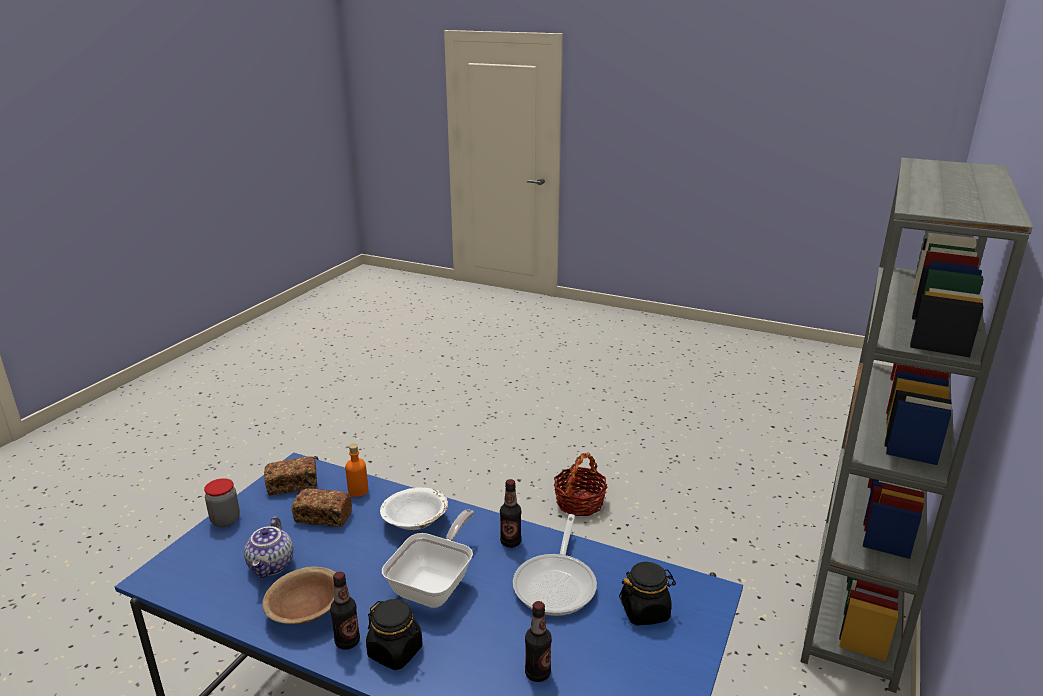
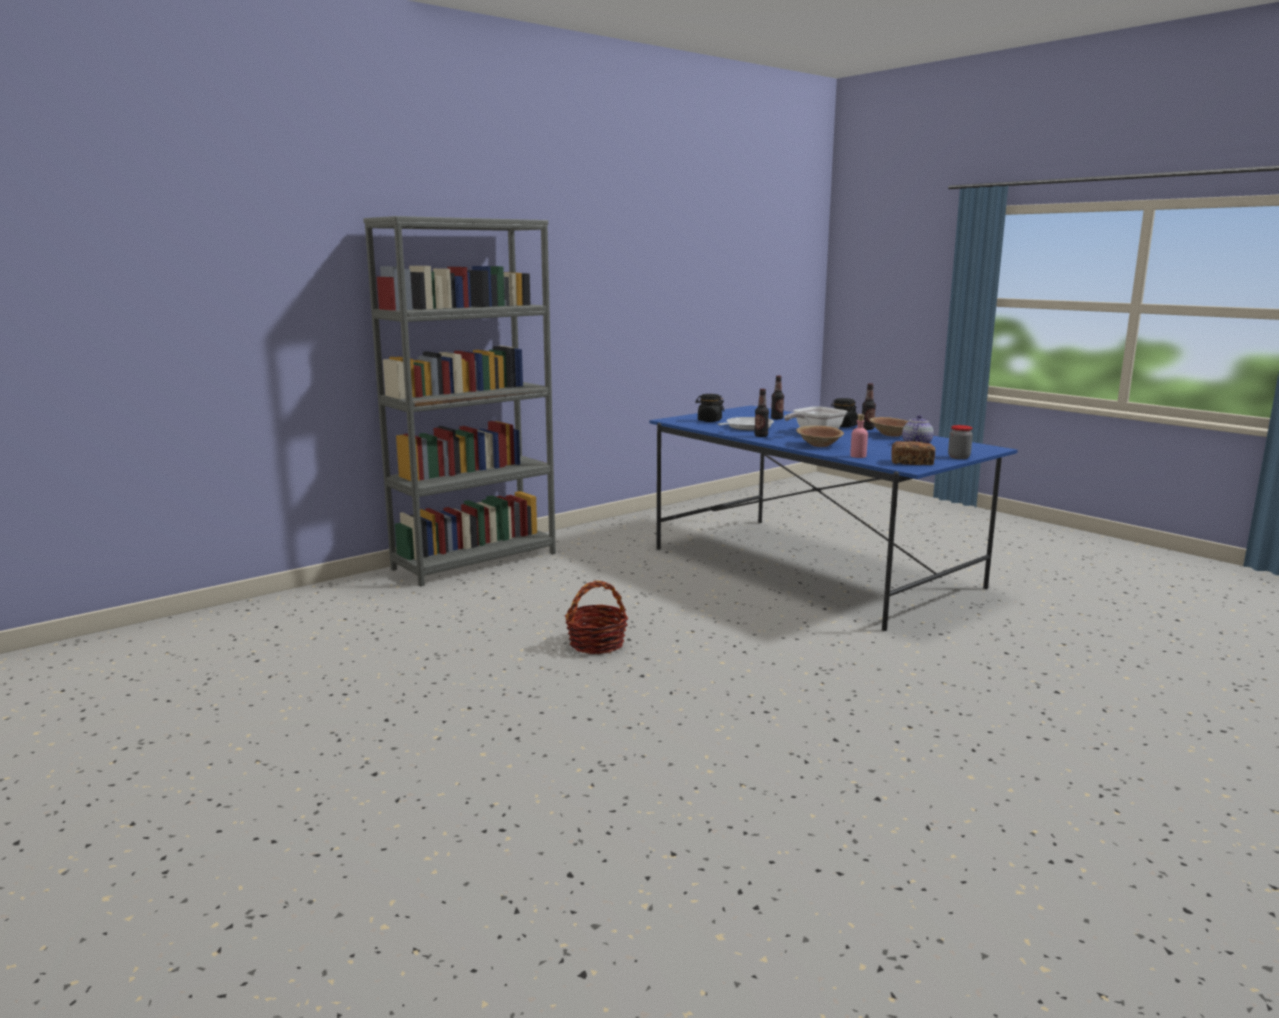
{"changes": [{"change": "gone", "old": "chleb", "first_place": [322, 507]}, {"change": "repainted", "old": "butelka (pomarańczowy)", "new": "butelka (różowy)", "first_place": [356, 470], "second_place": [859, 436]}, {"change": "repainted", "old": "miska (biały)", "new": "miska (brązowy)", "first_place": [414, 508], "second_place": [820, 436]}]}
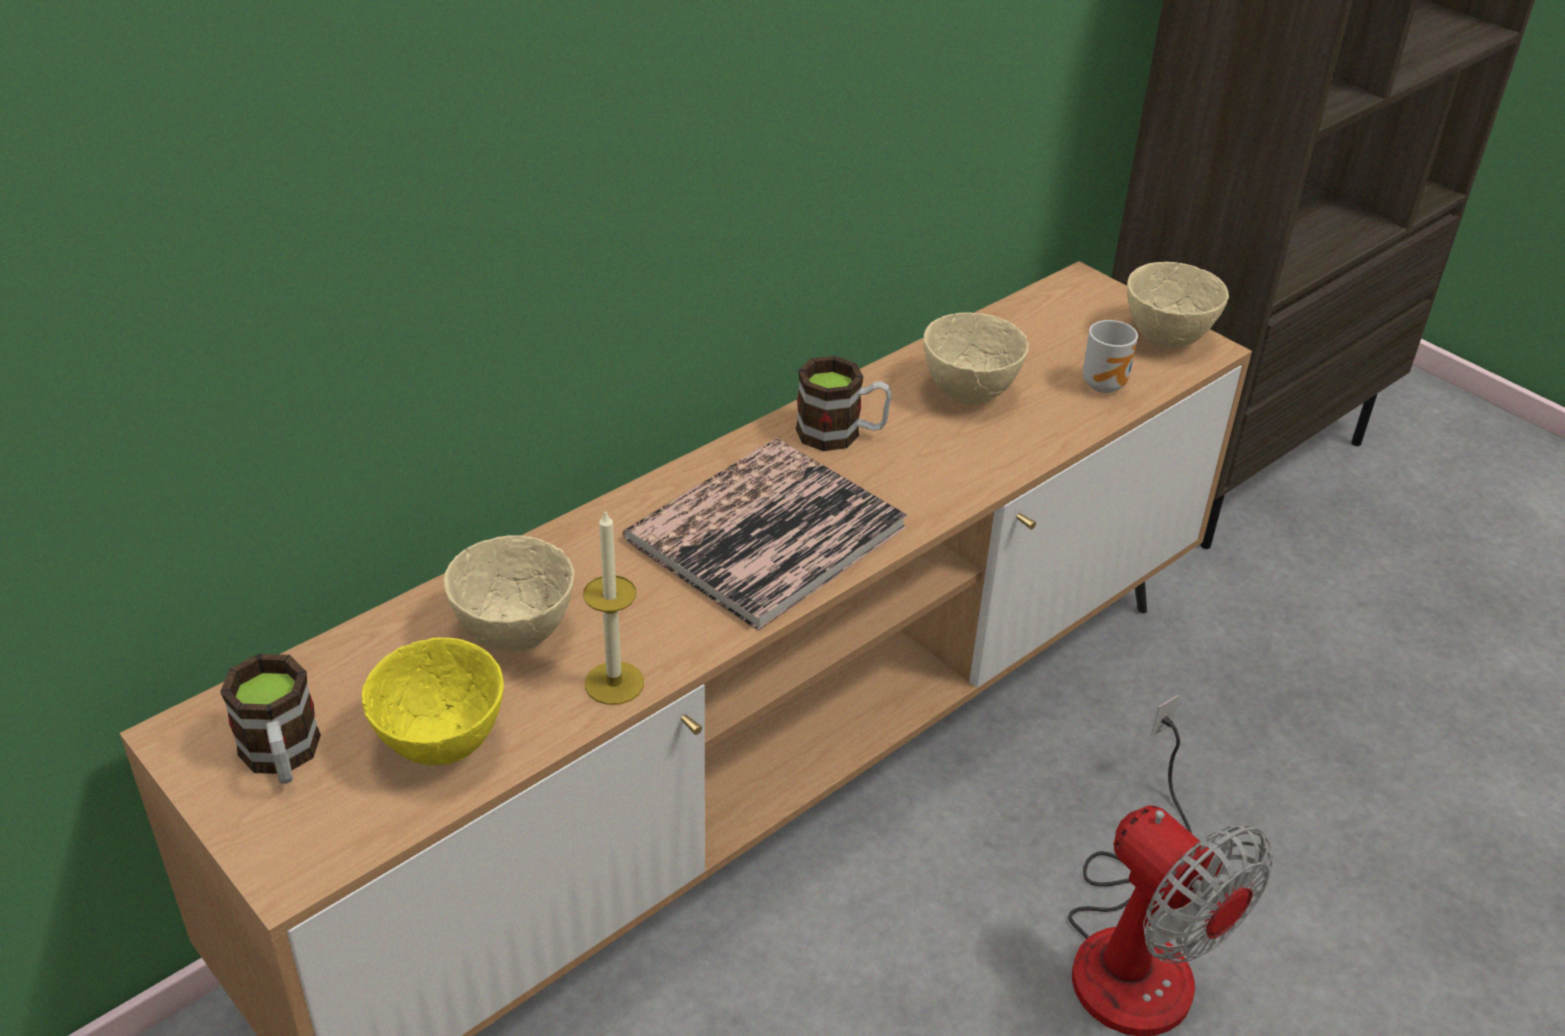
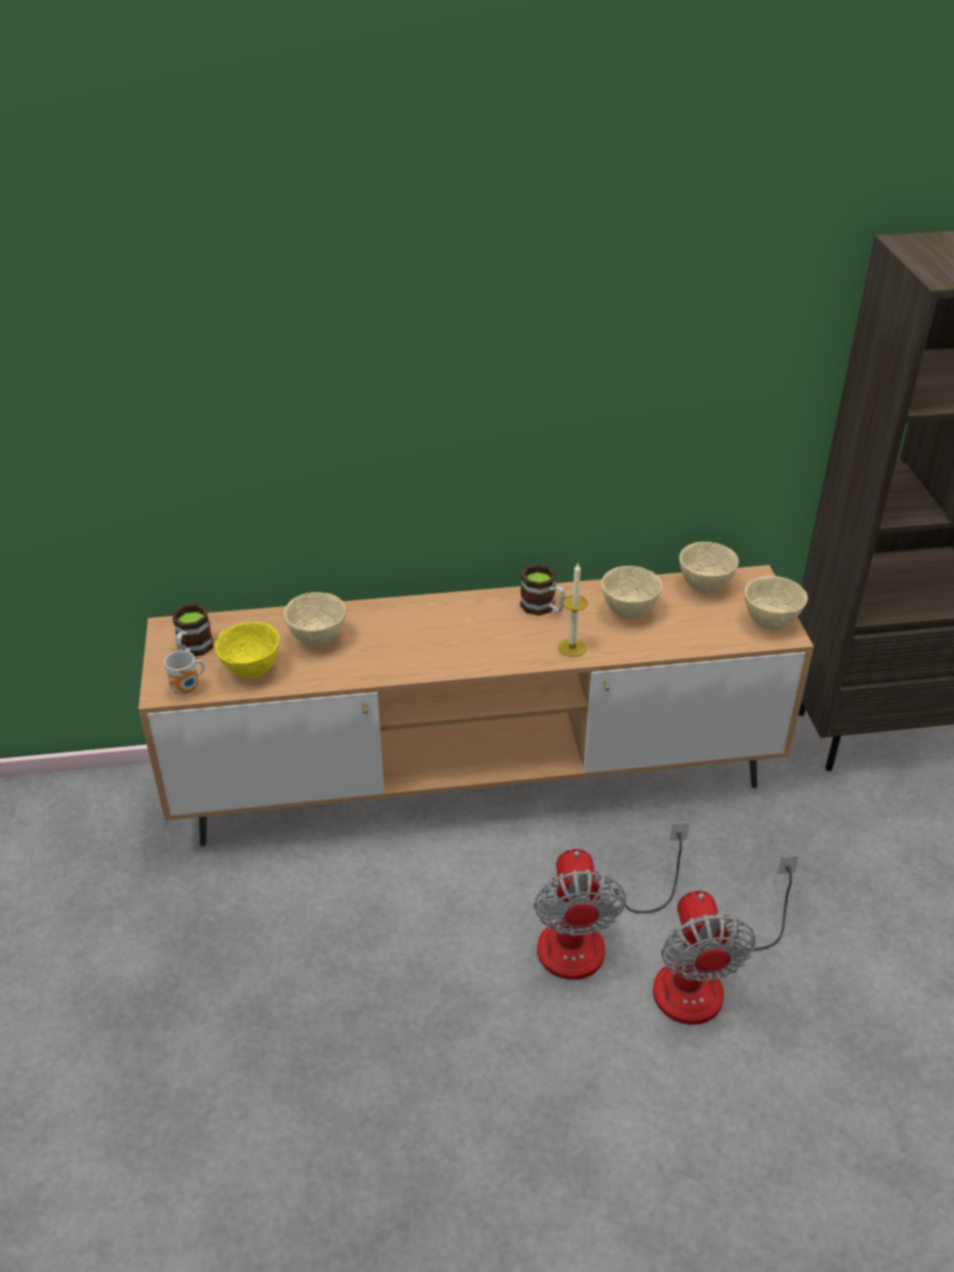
{"changes": [{"change": "gone", "old": "książka", "first_place": [765, 534]}, {"change": "new", "new": "wentylator", "second_place": [726, 940]}, {"change": "new", "new": "miska (beżowy)", "second_place": [709, 567]}, {"change": "shifted", "old": "świeca", "first_place": [613, 607], "second_place": [573, 610]}, {"change": "shifted", "old": "kubek", "first_place": [1110, 356], "second_place": [184, 673]}]}
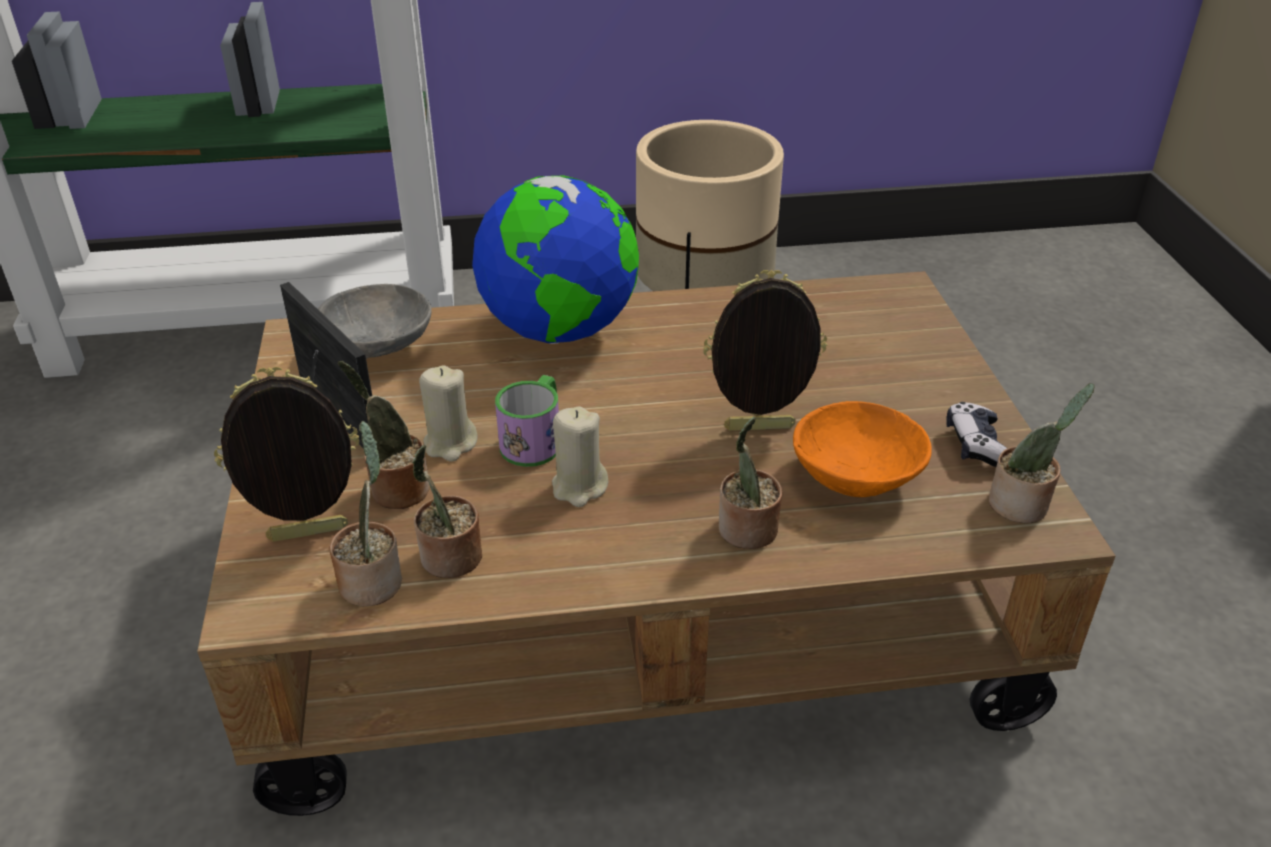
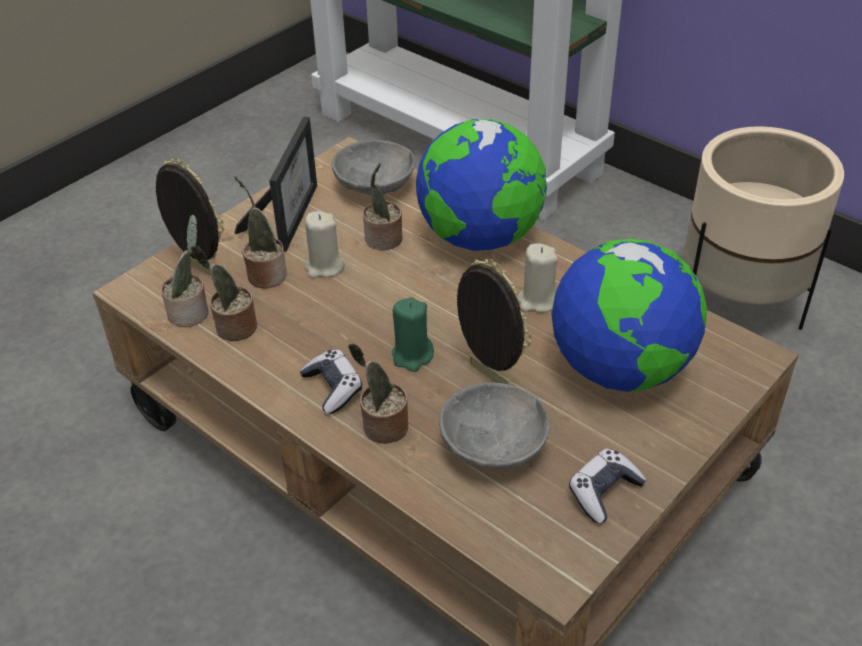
{"changes": [{"change": "gone", "old": "kubek", "first_place": [527, 421]}, {"change": "new", "new": "pad do gier", "second_place": [331, 382]}, {"change": "new", "new": "świeca (zielony)", "second_place": [413, 334]}, {"change": "new", "new": "globus", "second_place": [629, 315]}, {"change": "shifted", "old": "świeca (beżowy)", "first_place": [580, 456], "second_place": [537, 278]}, {"change": "shifted", "old": "roślina doniczkowa", "first_place": [1042, 453], "second_place": [382, 206]}, {"change": "repainted", "old": "miska (pomarańczowy)", "new": "miska (szary)", "first_place": [862, 449], "second_place": [494, 425]}]}
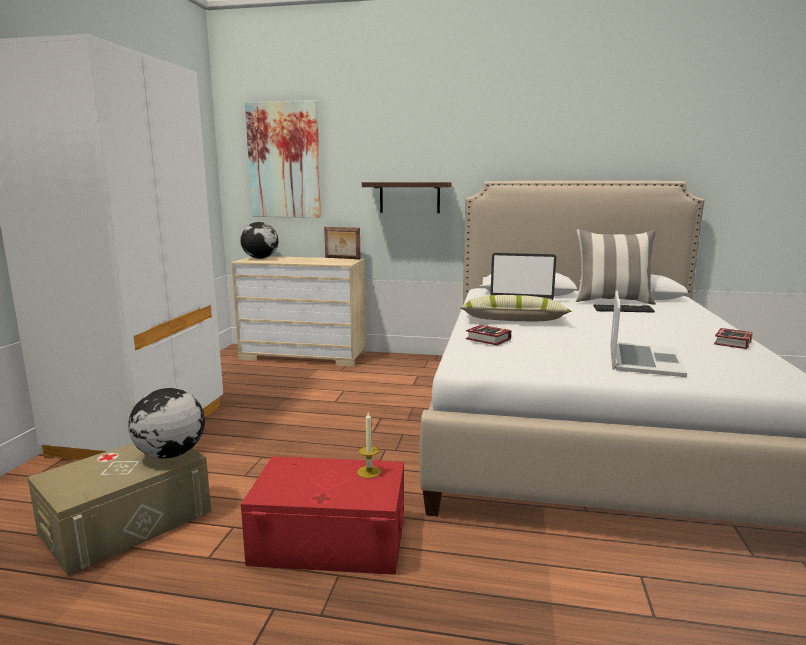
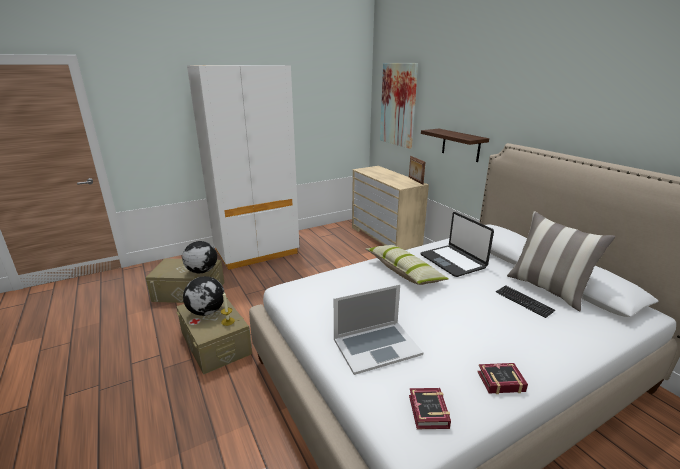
{"changes": [{"change": "shifted", "old": "globus", "first_place": [259, 240], "second_place": [204, 296]}, {"change": "shifted", "old": "książka", "first_place": [488, 335], "second_place": [430, 408]}, {"change": "repainted", "old": "pojemnik do przechowywania (czerwony)", "new": "pojemnik do przechowywania (beżowy)", "first_place": [322, 515], "second_place": [214, 336]}]}
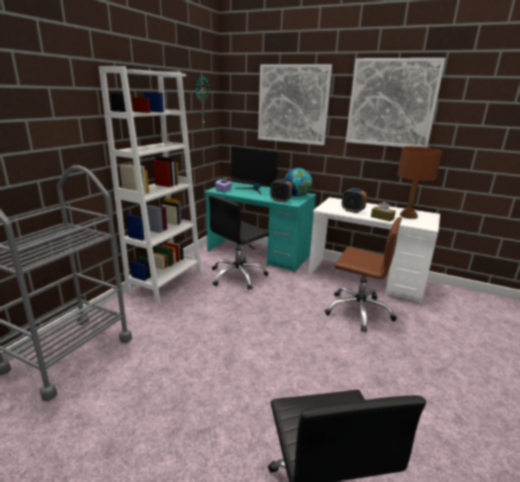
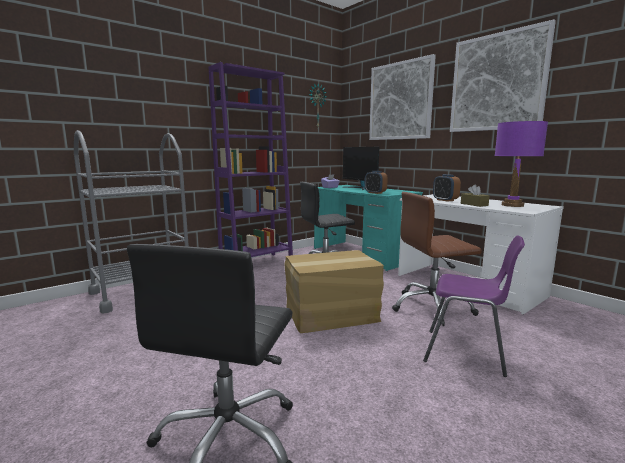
{"changes": [{"change": "gone", "old": "globus", "first_place": [298, 182]}, {"change": "new", "new": "karton", "second_place": [334, 291]}, {"change": "new", "new": "krzesło (fioletowy)", "second_place": [474, 306]}, {"change": "repainted", "old": "regał (biały)", "new": "regał (fioletowy)", "first_place": [150, 185], "second_place": [251, 159]}, {"change": "repainted", "old": "lampa stołowa (brązowy)", "new": "lampa stołowa (fioletowy)", "first_place": [419, 183], "second_place": [521, 164]}, {"change": "rotated", "old": "krzesło biurowe (brązowy)", "first_place": [363, 274], "second_place": [437, 259], "degrees": 120}]}
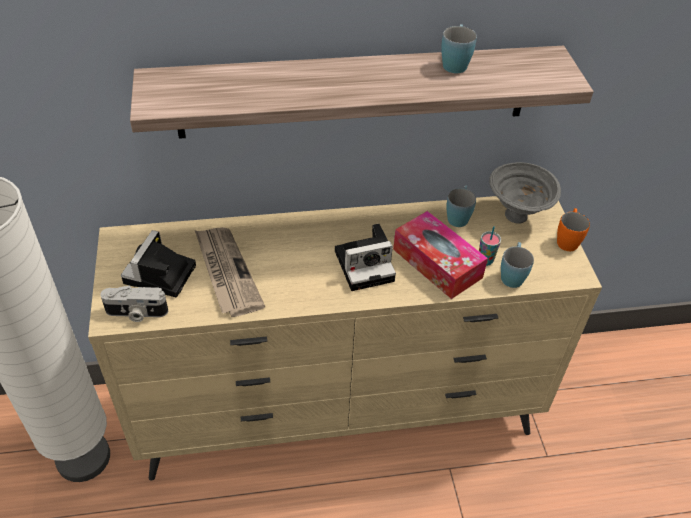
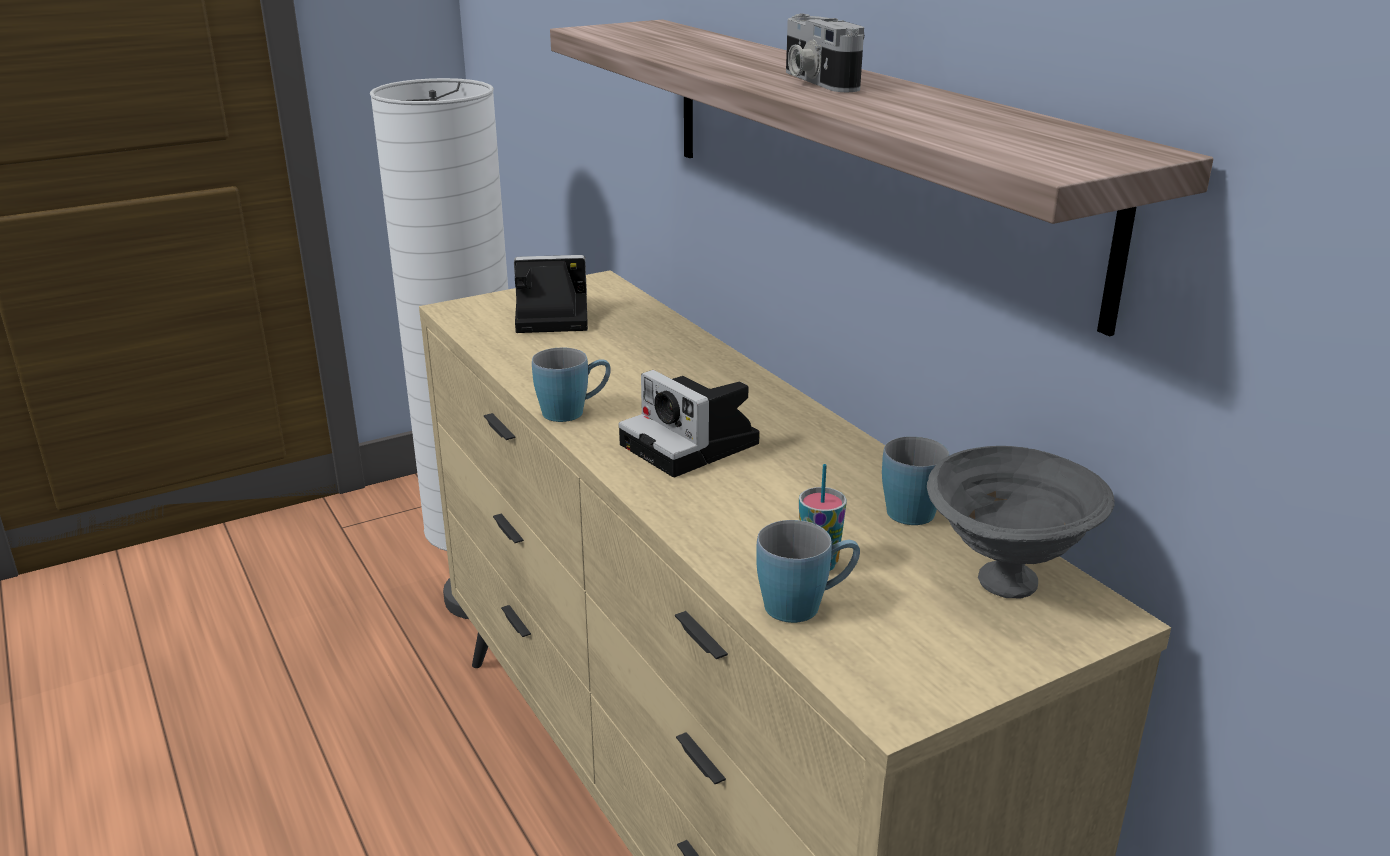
{"changes": [{"change": "gone", "old": "gazeta", "first_place": [230, 272]}, {"change": "gone", "old": "pudełko chusteczek", "first_place": [440, 255]}, {"change": "gone", "old": "kubek (pomarańczowy)", "first_place": [573, 229]}, {"change": "shifted", "old": "aparat fotograficzny", "first_place": [134, 304], "second_place": [825, 52]}, {"change": "shifted", "old": "kubek (niebieski)", "first_place": [459, 48], "second_place": [571, 385]}]}
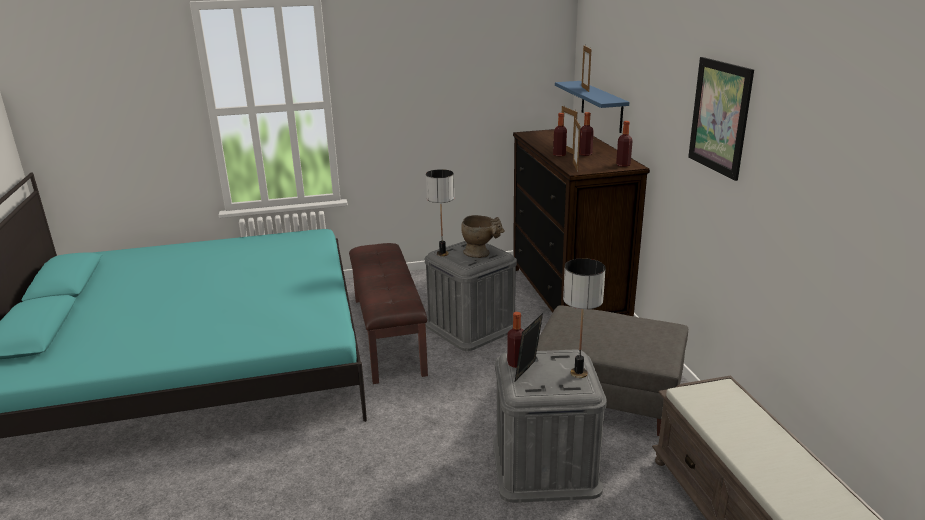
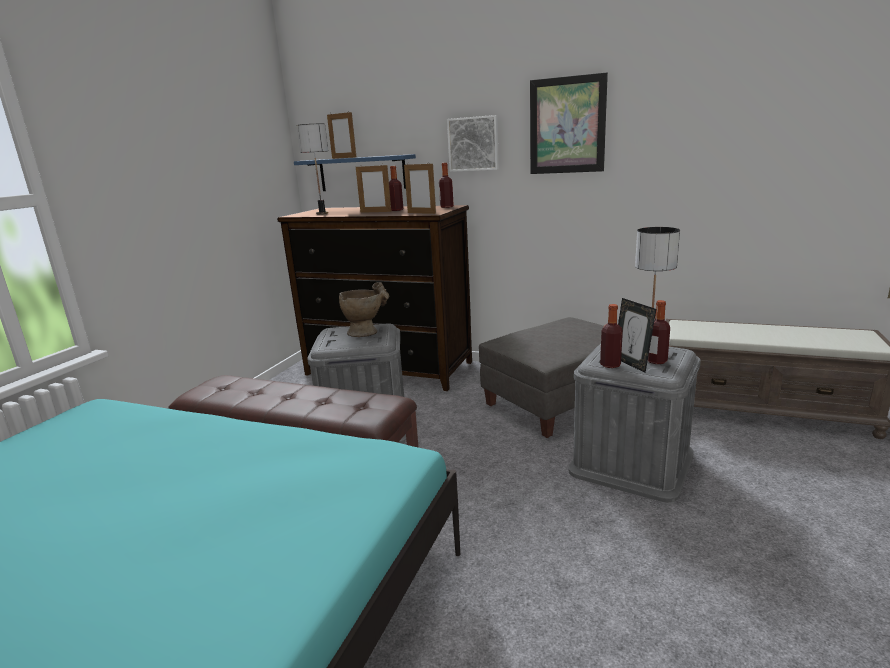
{"changes": [{"change": "new", "new": "obraz", "second_place": [473, 143]}, {"change": "shifted", "old": "lampa stołowa", "first_place": [440, 212], "second_place": [312, 169]}, {"change": "shifted", "old": "butelka", "first_place": [560, 134], "second_place": [659, 332]}]}
